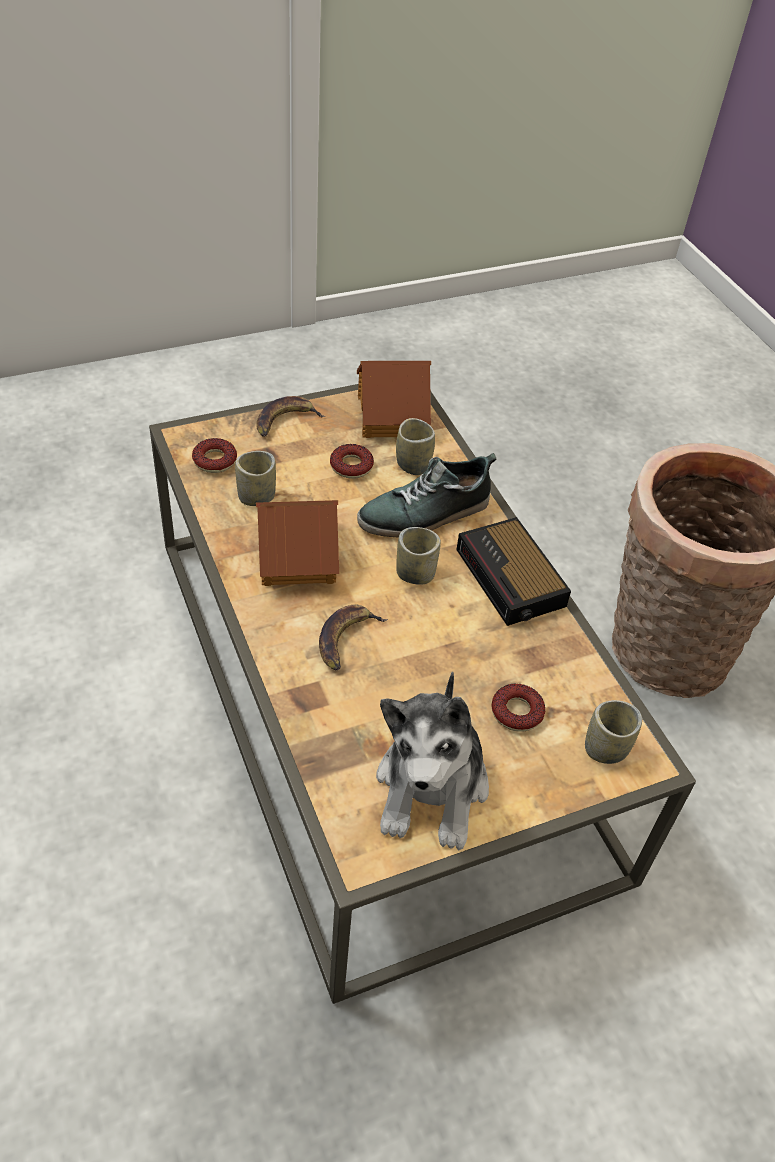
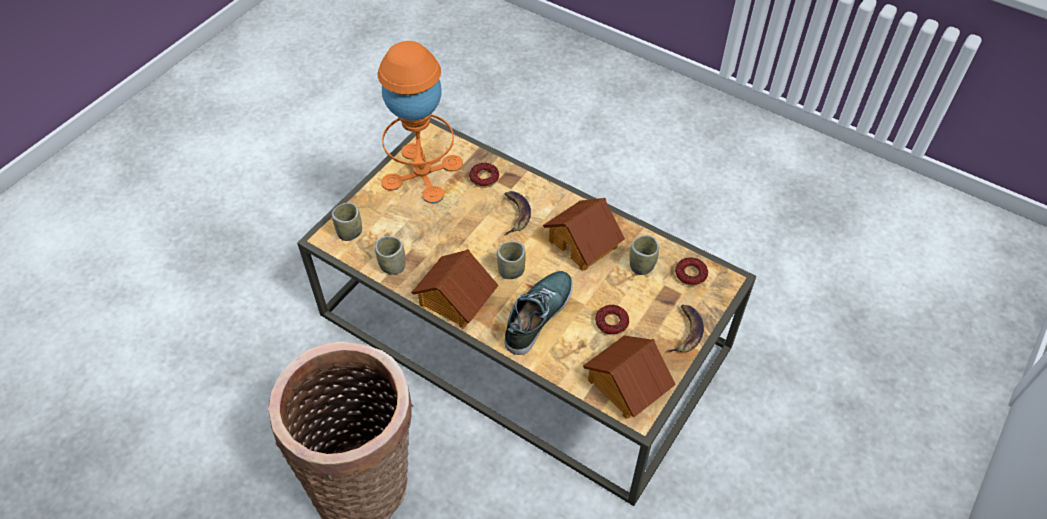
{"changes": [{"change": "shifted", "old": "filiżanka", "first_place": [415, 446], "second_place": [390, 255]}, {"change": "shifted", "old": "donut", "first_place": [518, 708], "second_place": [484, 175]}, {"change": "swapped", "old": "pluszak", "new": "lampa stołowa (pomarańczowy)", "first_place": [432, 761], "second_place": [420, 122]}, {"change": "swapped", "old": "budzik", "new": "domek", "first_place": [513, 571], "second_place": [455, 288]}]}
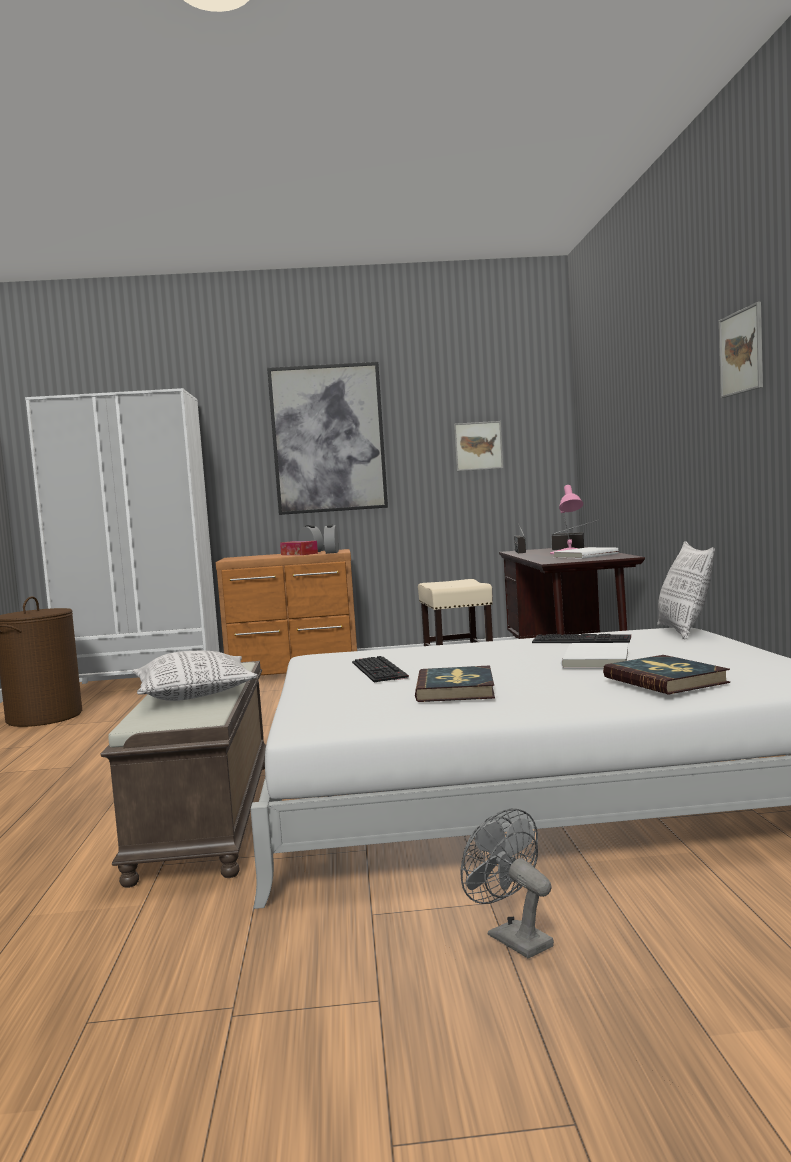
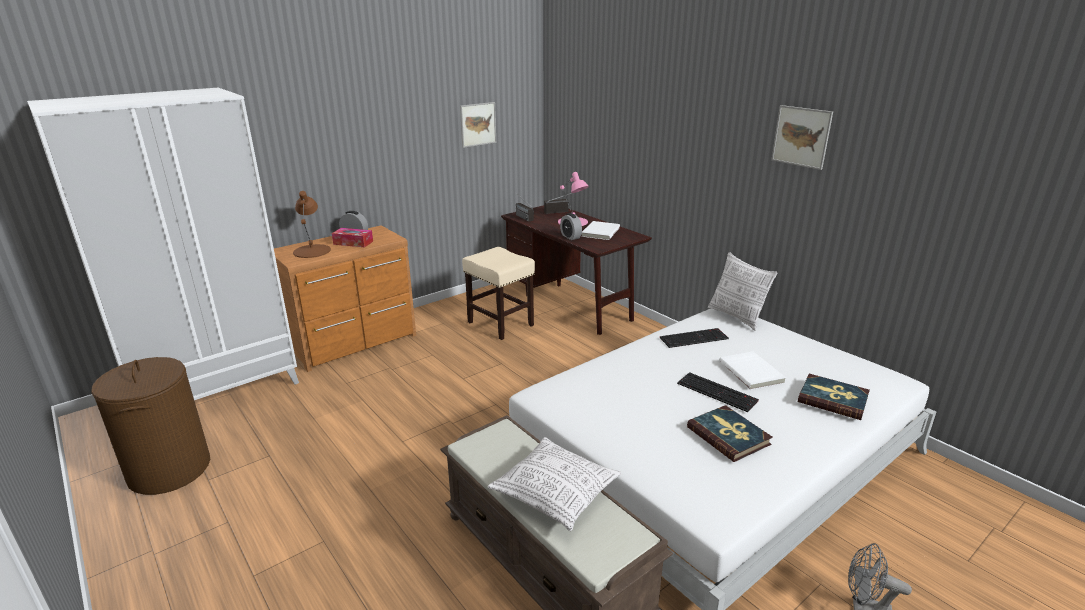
{"changes": [{"change": "gone", "old": "obraz", "first_place": [327, 438]}, {"change": "new", "new": "lampa stołowa (brązowy)", "second_place": [312, 224]}, {"change": "shifted", "old": "budzik", "first_place": [331, 539], "second_place": [571, 226]}, {"change": "shifted", "old": "klawiatura", "first_place": [380, 669], "second_place": [718, 392]}]}
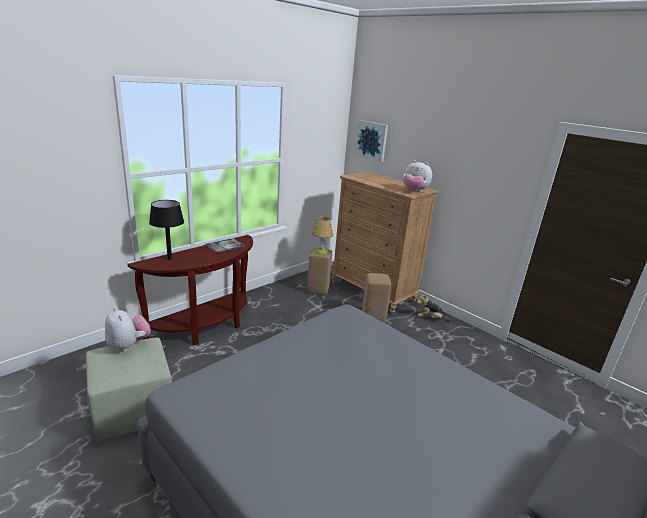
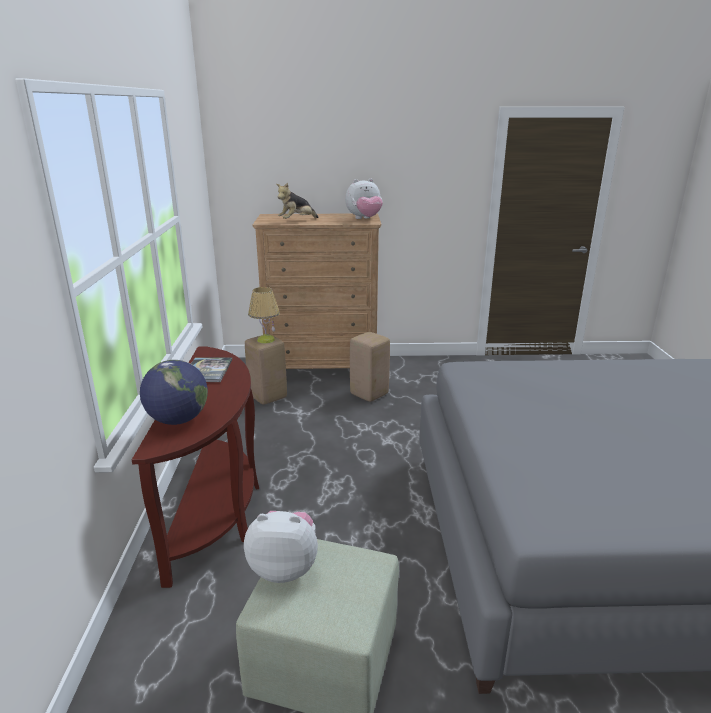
{"changes": [{"change": "gone", "old": "obraz", "first_place": [371, 141]}, {"change": "shifted", "old": "pluszak", "first_place": [433, 307], "second_place": [297, 201]}, {"change": "swapped", "old": "lampa stołowa (czarny)", "new": "globus", "first_place": [166, 230], "second_place": [174, 392]}]}
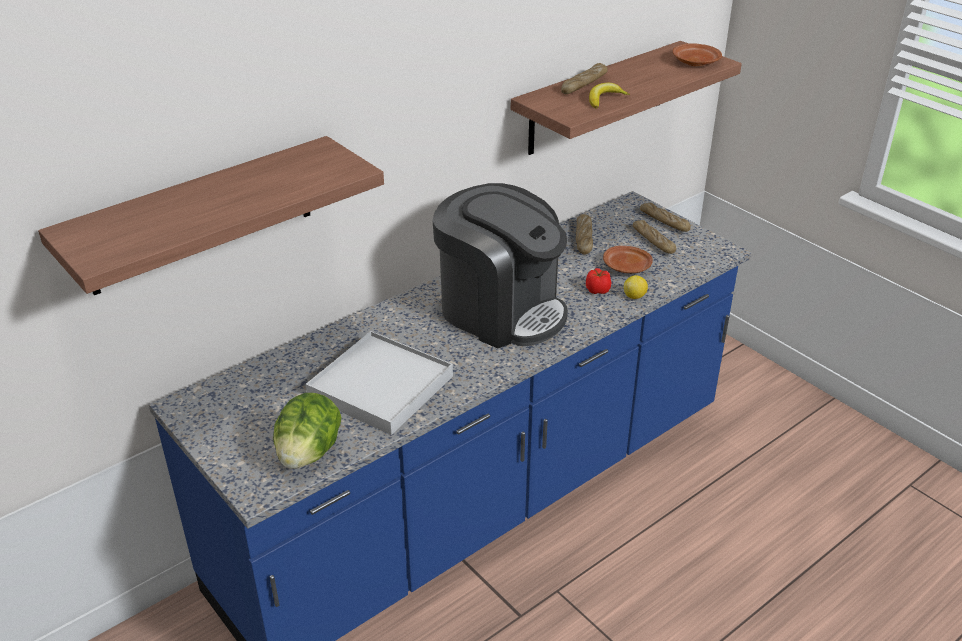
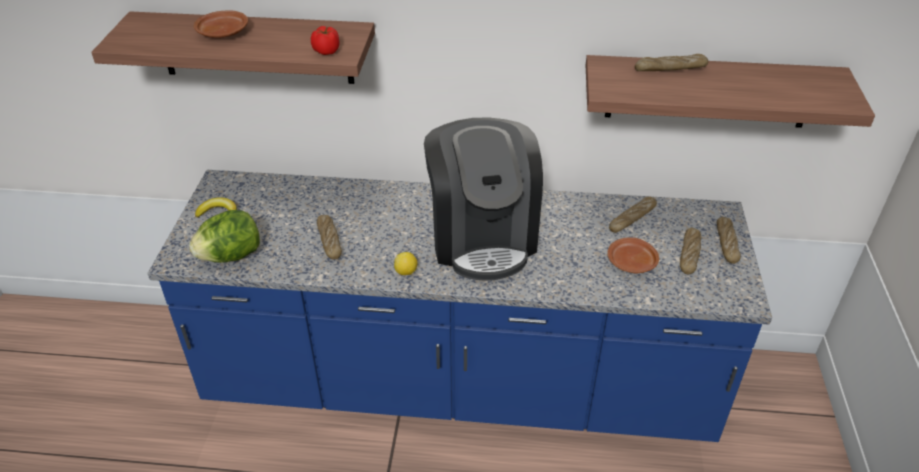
{"changes": [{"change": "shifted", "old": "pomidor", "first_place": [598, 281], "second_place": [325, 40]}, {"change": "shifted", "old": "banan", "first_place": [609, 95], "second_place": [216, 207]}, {"change": "shifted", "old": "cytryna", "first_place": [636, 287], "second_place": [406, 263]}, {"change": "shifted", "old": "talerz (brązowy)", "first_place": [697, 54], "second_place": [221, 24]}, {"change": "swapped", "old": "taca (biały)", "new": "chleb", "first_place": [379, 383], "second_place": [329, 237]}]}
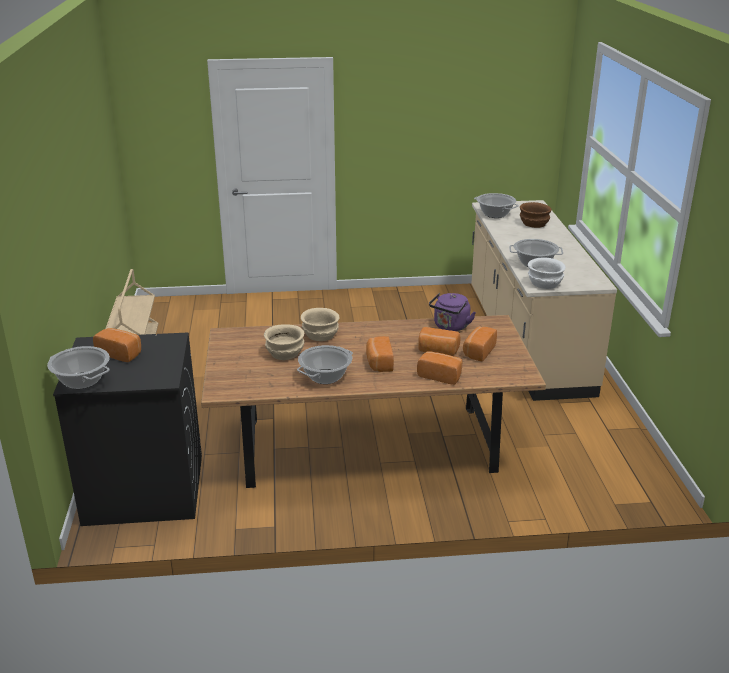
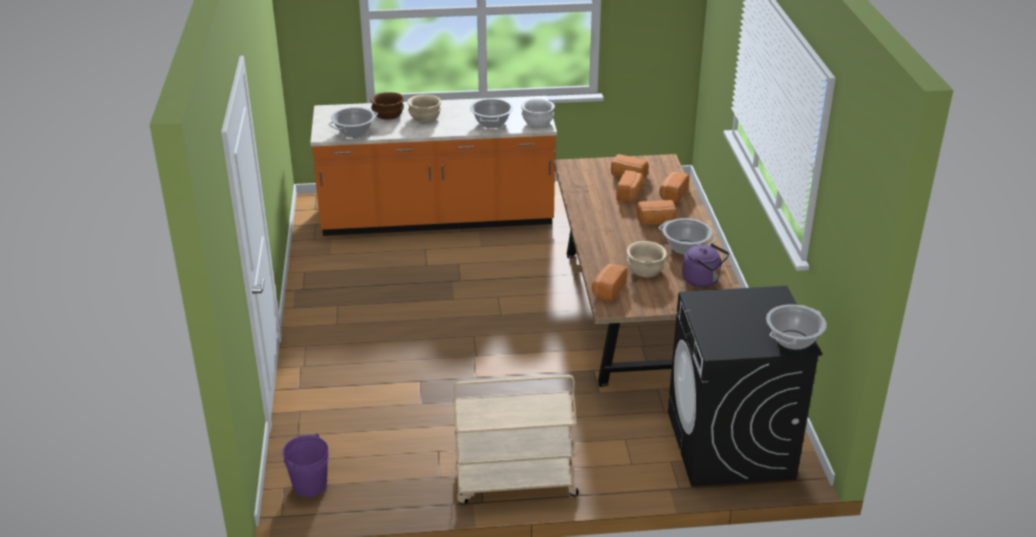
{"changes": [{"change": "new", "new": "wiadro (fioletowy)", "second_place": [305, 465]}, {"change": "shifted", "old": "chleb", "first_place": [117, 345], "second_place": [609, 283]}, {"change": "shifted", "old": "miska (beżowy)", "first_place": [320, 324], "second_place": [424, 108]}, {"change": "shifted", "old": "czajnik (fioletowy)", "first_place": [452, 312], "second_place": [705, 265]}, {"change": "repainted", "old": "zabudowa kuchenna (beżowy)", "new": "zabudowa kuchenna (pomarańczowy)", "first_place": [544, 300], "second_place": [433, 166]}]}
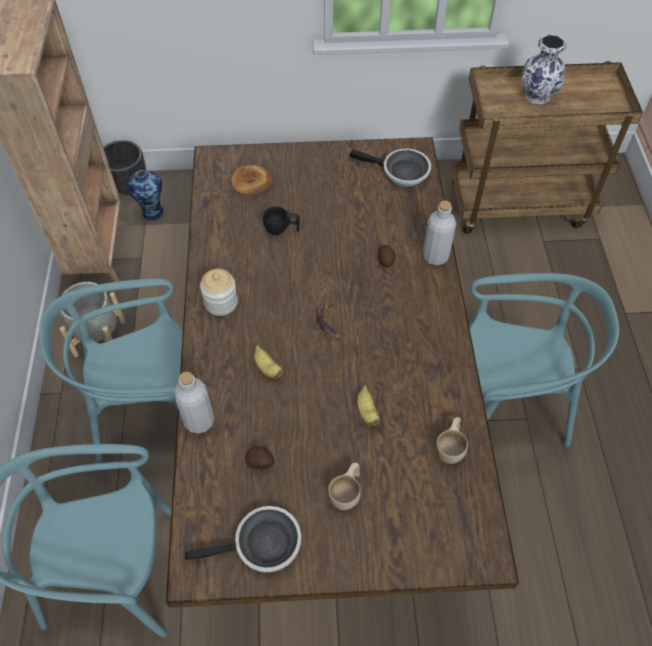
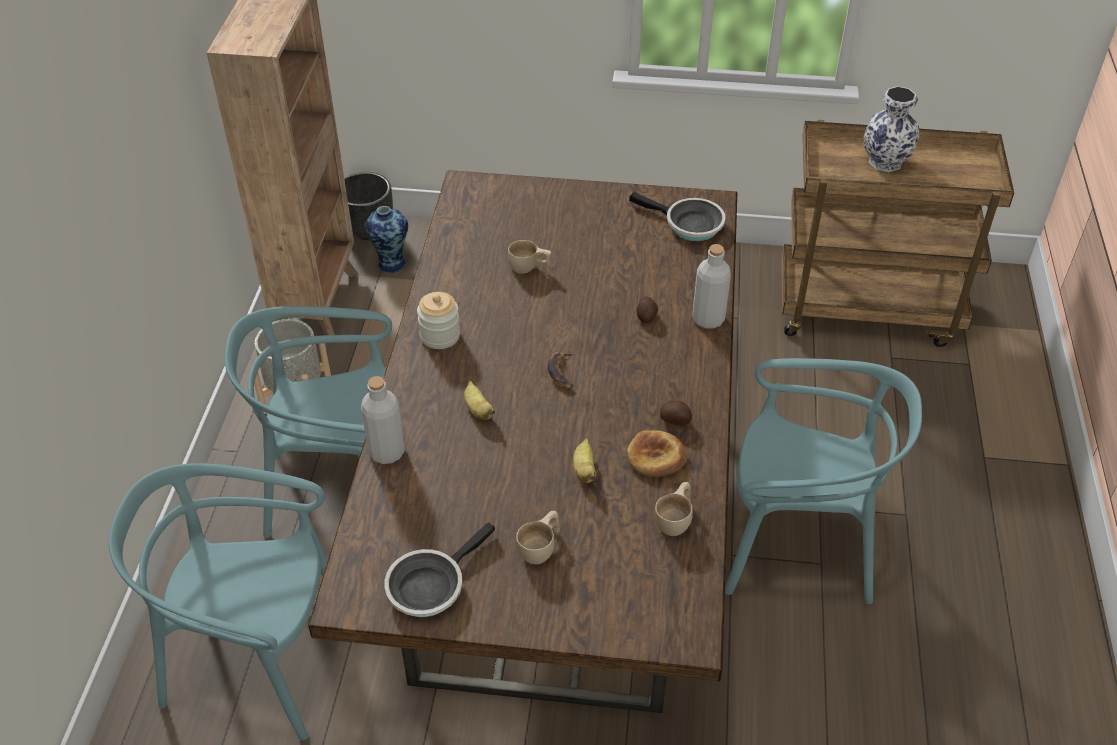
{"changes": [{"change": "shifted", "old": "chleb", "first_place": [251, 180], "second_place": [657, 453]}, {"change": "shifted", "old": "ziemniak", "first_place": [260, 457], "second_place": [676, 413]}, {"change": "repainted", "old": "filiżanka (czarny)", "new": "filiżanka (beżowy)", "first_place": [281, 221], "second_place": [529, 257]}, {"change": "rotated", "old": "patelnia", "first_place": [243, 539], "second_place": [439, 570], "degrees": 135}]}
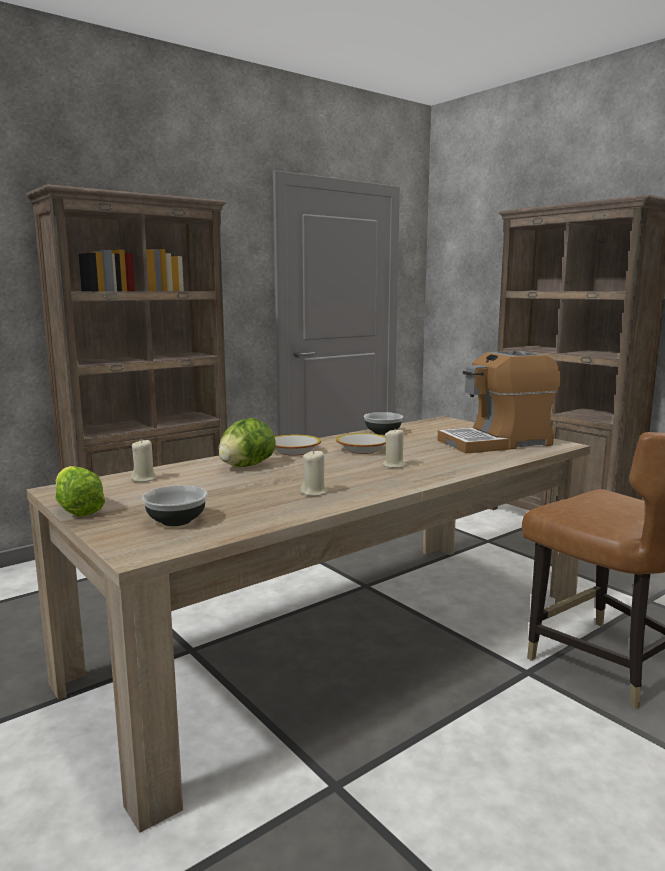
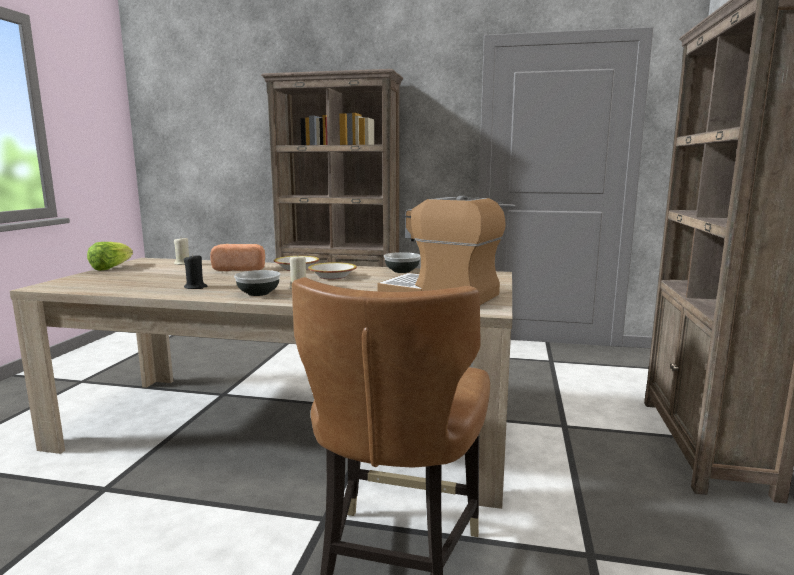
{"changes": [{"change": "shifted", "old": "miska", "first_place": [174, 506], "second_place": [257, 283]}, {"change": "swapped", "old": "sałata", "new": "chleb", "first_place": [247, 442], "second_place": [237, 257]}, {"change": "repainted", "old": "świeca (beżowy)", "new": "świeca (czarny)", "first_place": [314, 473], "second_place": [196, 271]}]}
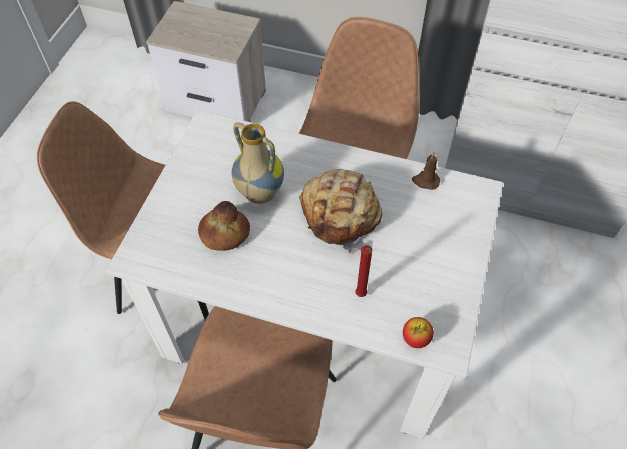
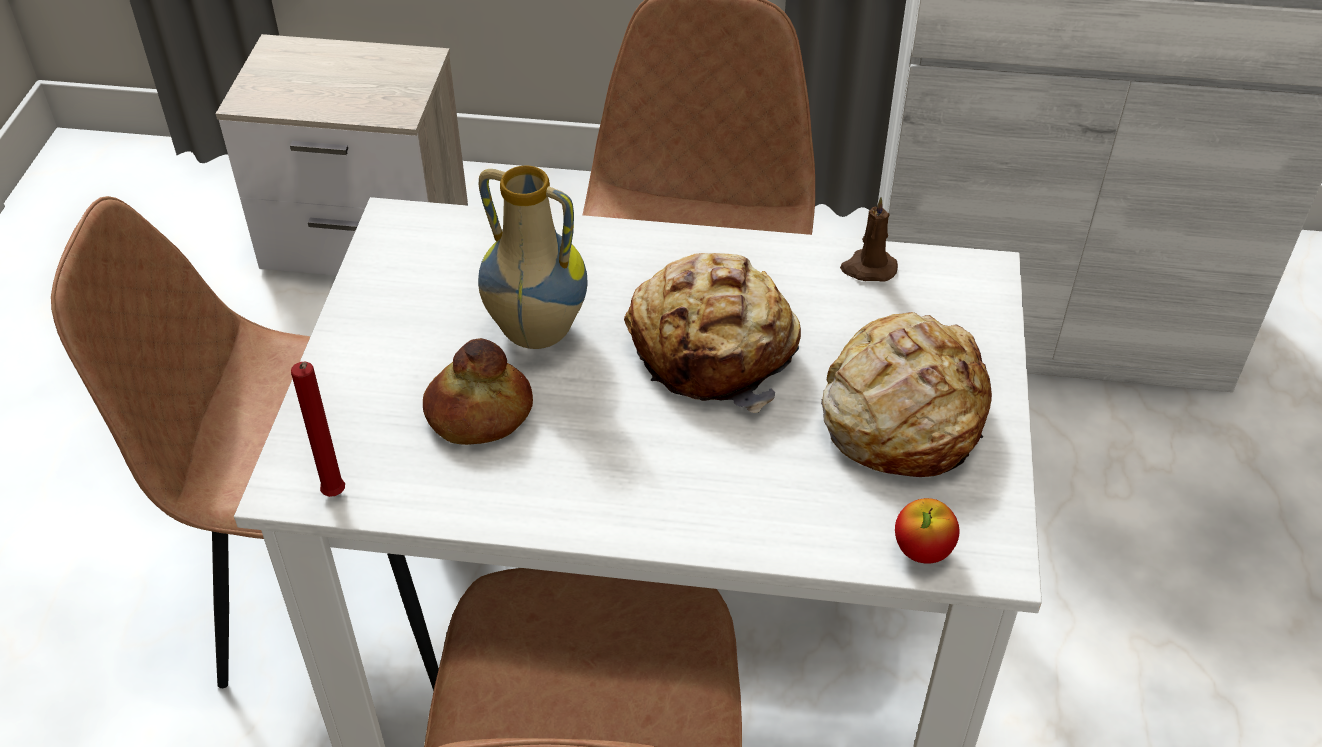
{"changes": [{"change": "new", "new": "chleb", "second_place": [906, 394]}, {"change": "shifted", "old": "świeca (czerwony)", "first_place": [364, 271], "second_place": [318, 429]}]}
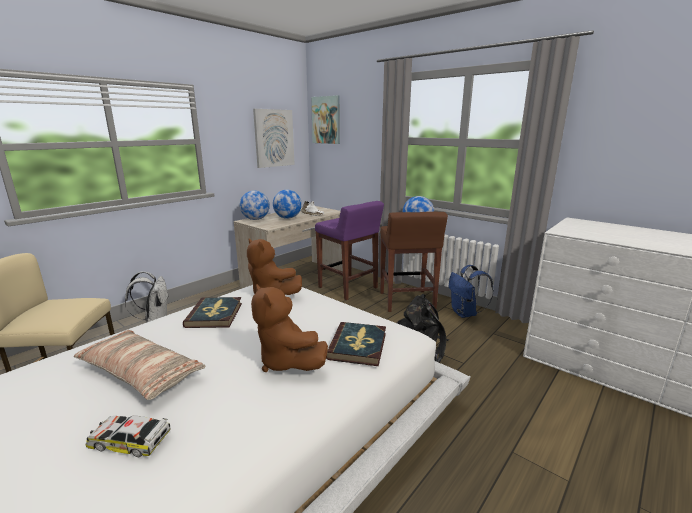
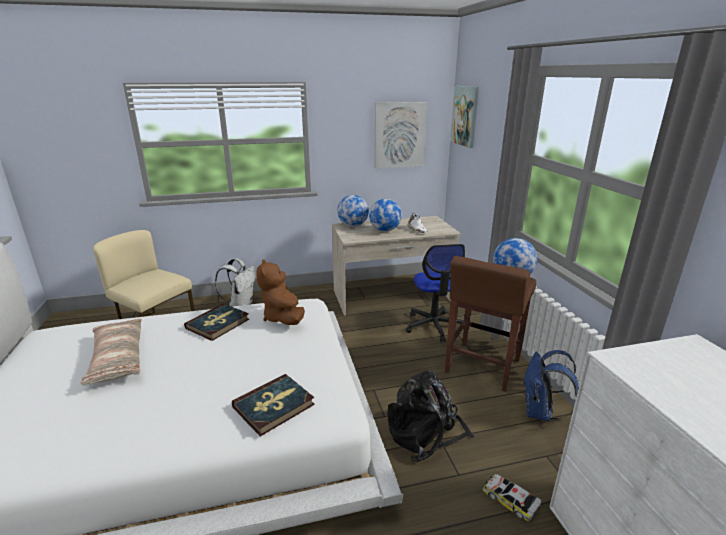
{"changes": [{"change": "gone", "old": "pluszak (brązowy)", "first_place": [289, 328]}, {"change": "shifted", "old": "samochodzik", "first_place": [128, 436], "second_place": [512, 498]}, {"change": "swapped", "old": "stołek (fioletowy)", "new": "krzesło biurowe", "first_place": [349, 250], "second_place": [435, 293]}]}
